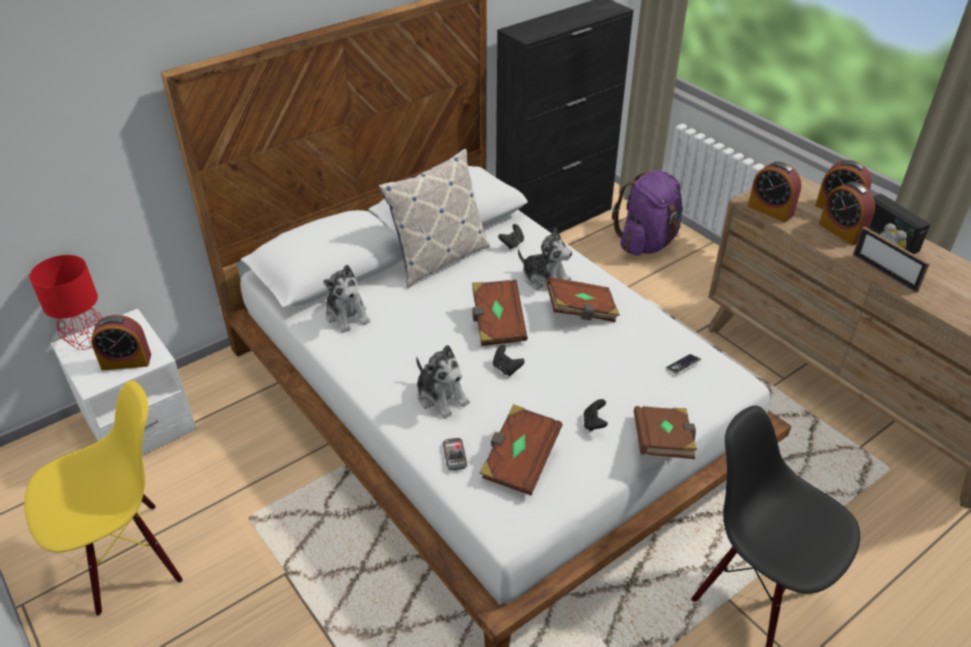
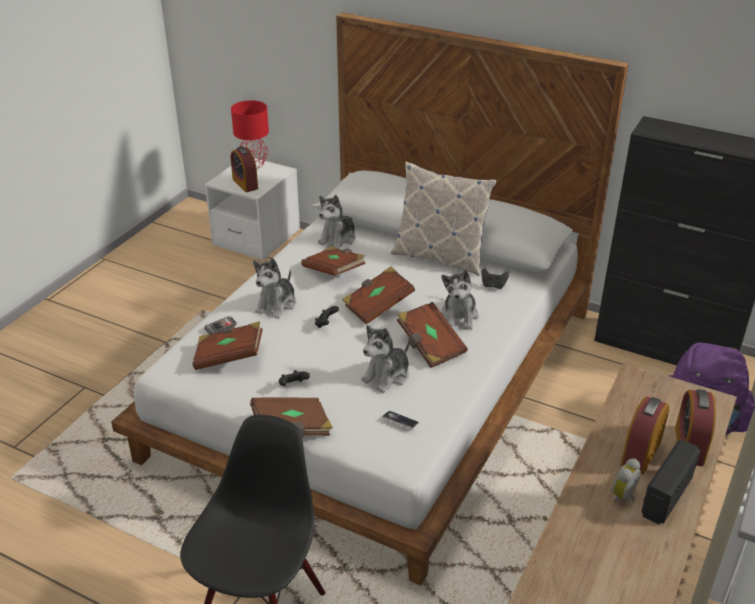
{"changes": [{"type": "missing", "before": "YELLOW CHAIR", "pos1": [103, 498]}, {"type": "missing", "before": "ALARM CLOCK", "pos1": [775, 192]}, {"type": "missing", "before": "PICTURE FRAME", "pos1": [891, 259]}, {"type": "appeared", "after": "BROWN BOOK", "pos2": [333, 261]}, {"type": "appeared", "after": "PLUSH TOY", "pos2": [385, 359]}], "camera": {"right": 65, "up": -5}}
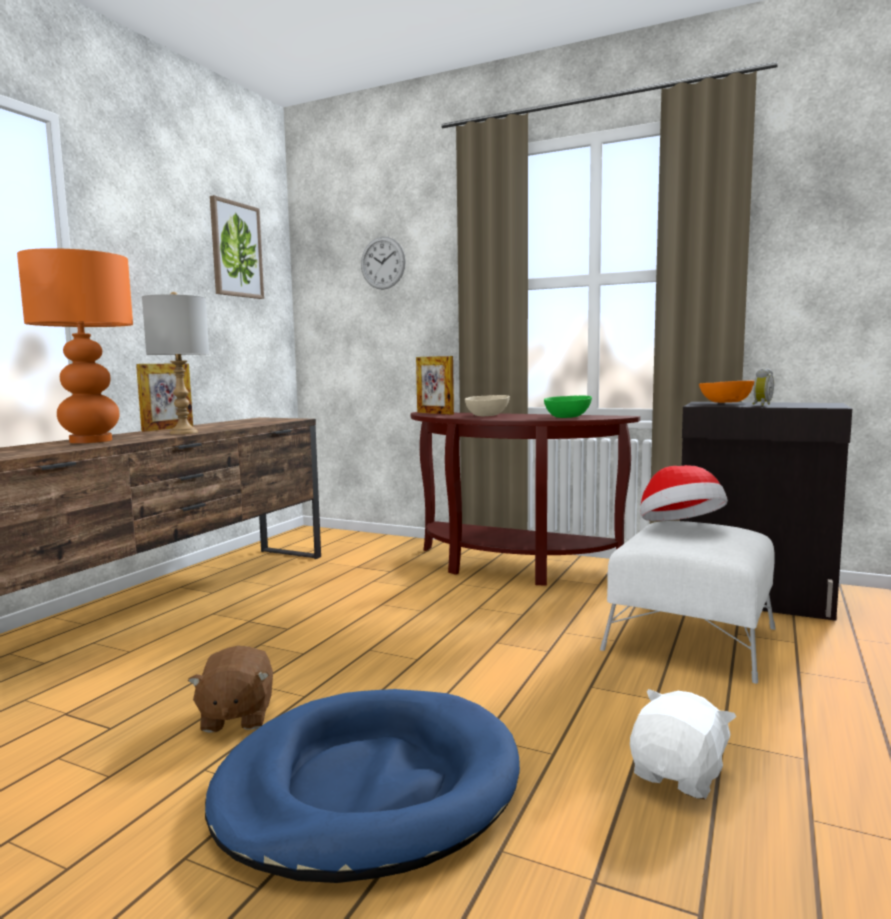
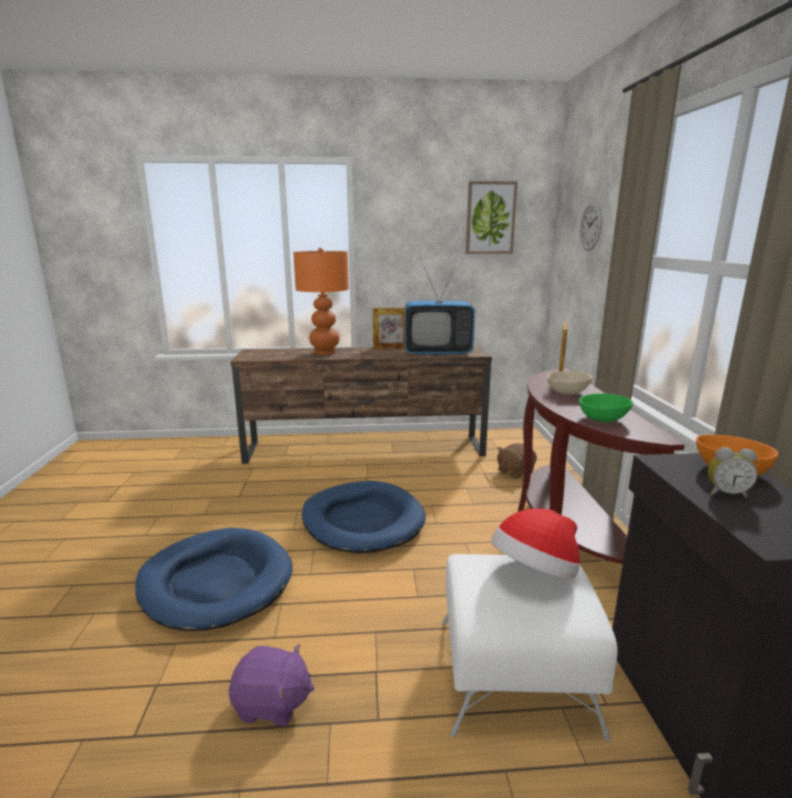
{"changes": [{"type": "missing", "before": "GREY TABLE LAMP", "pos1": [175, 363]}, {"type": "appeared", "after": "BLUE DOG BED", "pos2": [364, 517]}, {"type": "appeared", "after": "TELEVISION", "pos2": [440, 311]}, {"type": "relocated", "before": "BROWN PLUSH TOY", "pos1": [230, 689], "pos2": [517, 461]}, {"type": "colour", "before": "WHITE PLUSH TOY", "after": "PURPLE PLUSH TOY", "pos1": [683, 744], "pos2": [271, 685]}], "camera": {"right": 60, "up": 10}}
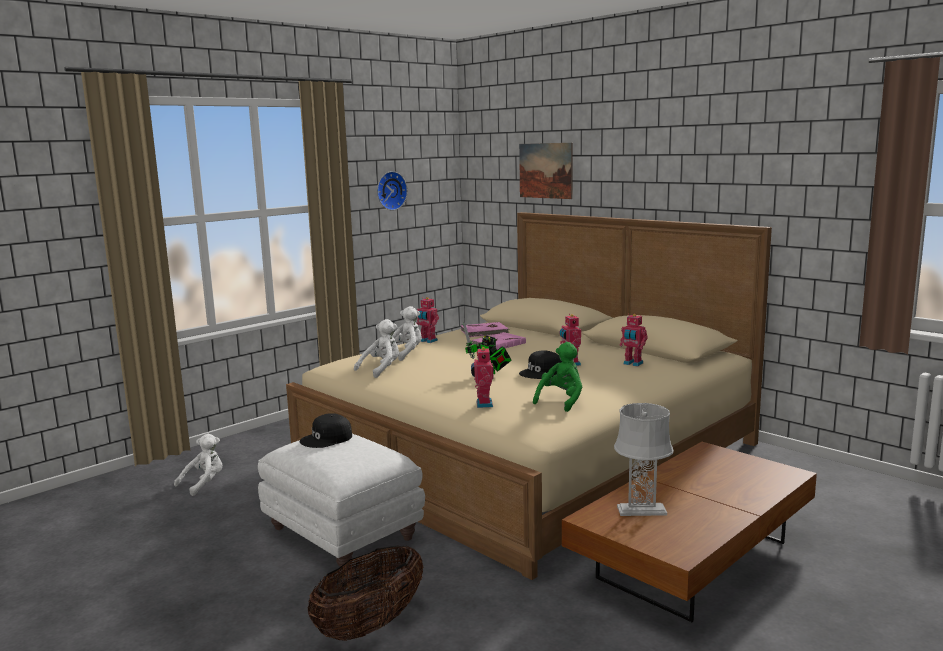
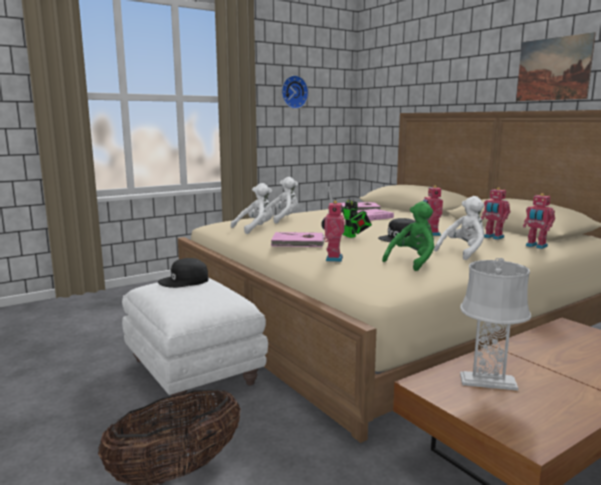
{"changes": [{"type": "appeared", "after": "PINK BOOK", "pos2": [297, 239]}, {"type": "relocated", "before": "WHITE PLUSH TOY", "pos1": [198, 465], "pos2": [459, 228]}, {"type": "relocated", "before": "TOY ROBOT", "pos1": [428, 320], "pos2": [539, 221]}, {"type": "relocated", "before": "PICTURE", "pos1": [546, 171], "pos2": [556, 66]}], "camera": {"right": 10, "up": 0}}
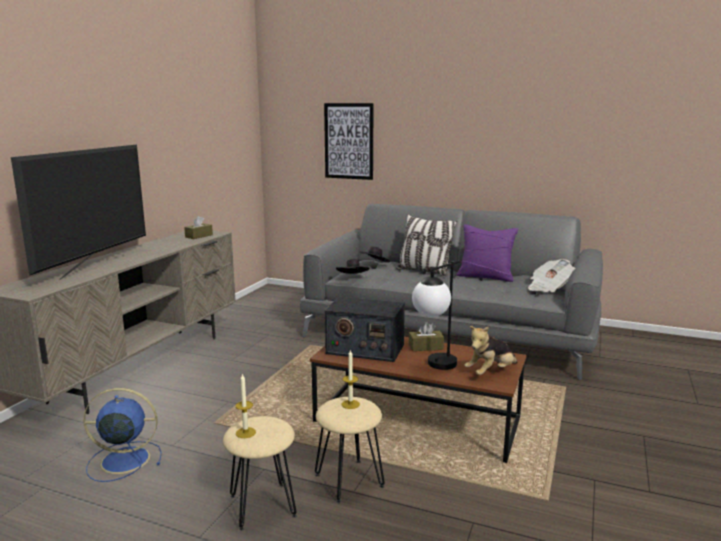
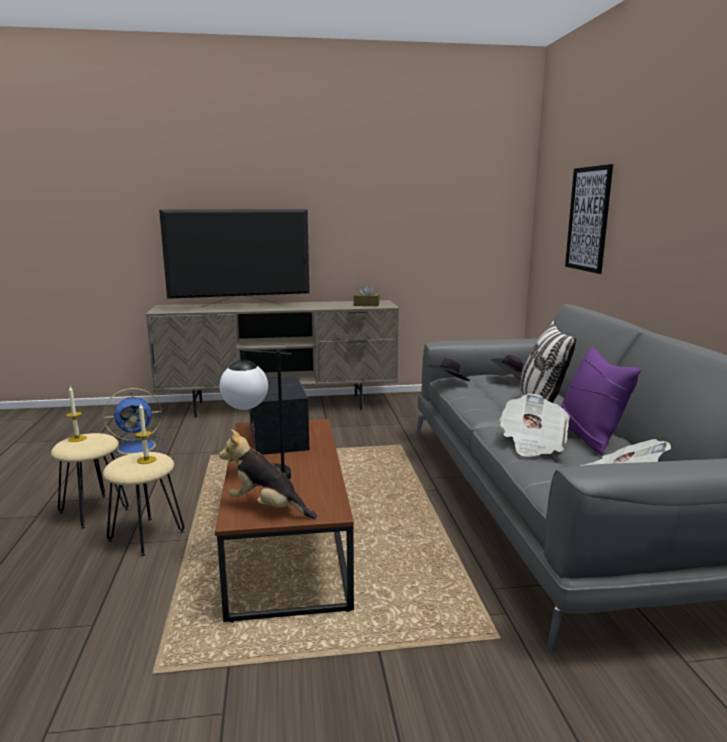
{"changes": [{"type": "missing", "before": "BROWN TISSUE BOX", "pos1": [426, 336]}, {"type": "appeared", "after": "NEWSPAPER", "pos2": [534, 425]}, {"type": "spun", "before": "BLUE FAN", "pos1": [122, 435], "pos2": [134, 422], "turn": 105}], "camera": {"right": 60, "up": 0}}
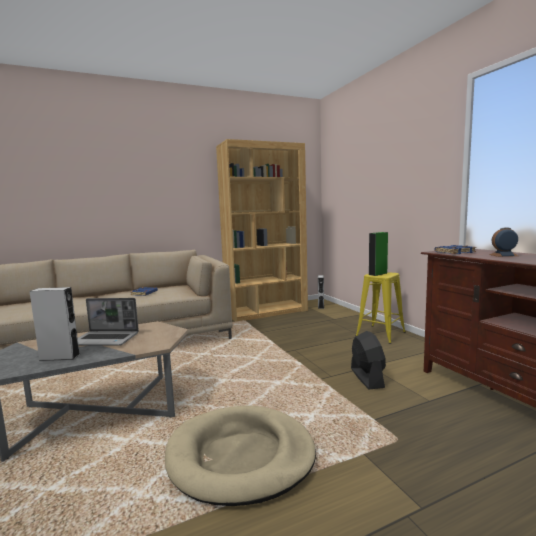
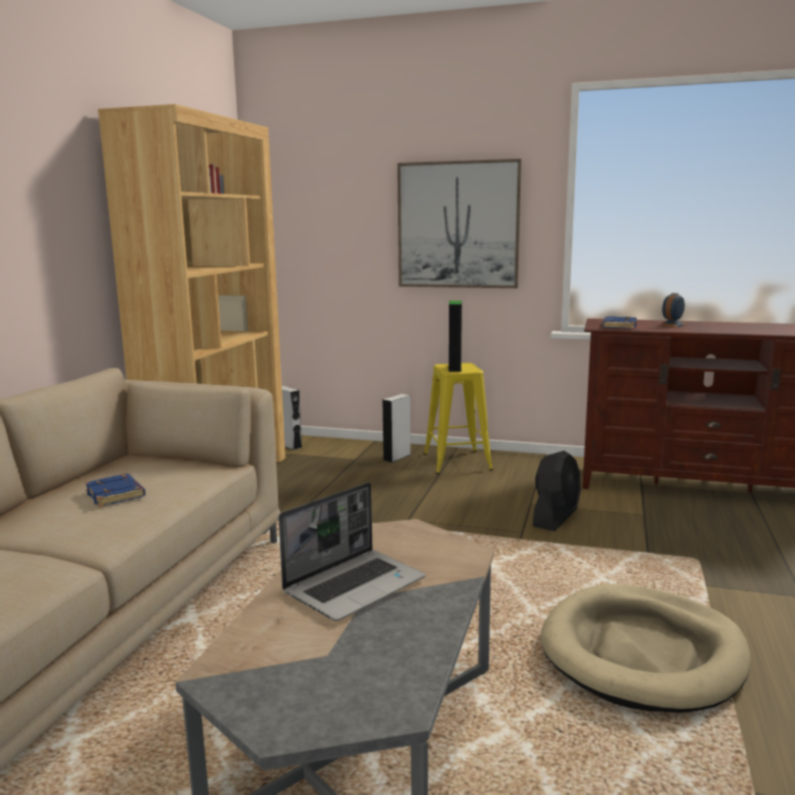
{"changes": [{"type": "appeared", "after": "PICTURE", "pos2": [459, 223]}, {"type": "relocated", "before": "GREY SPEAKER", "pos1": [54, 324], "pos2": [396, 428]}, {"type": "spun", "before": "BLACK FAN", "pos1": [368, 360], "pos2": [556, 491], "turn": 90}], "camera": {"right": -50, "up": 5}}
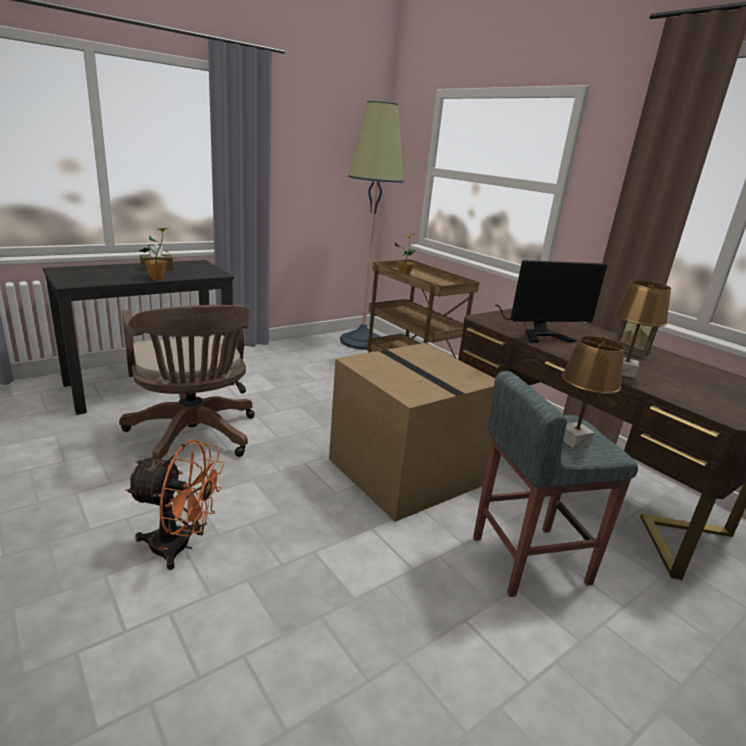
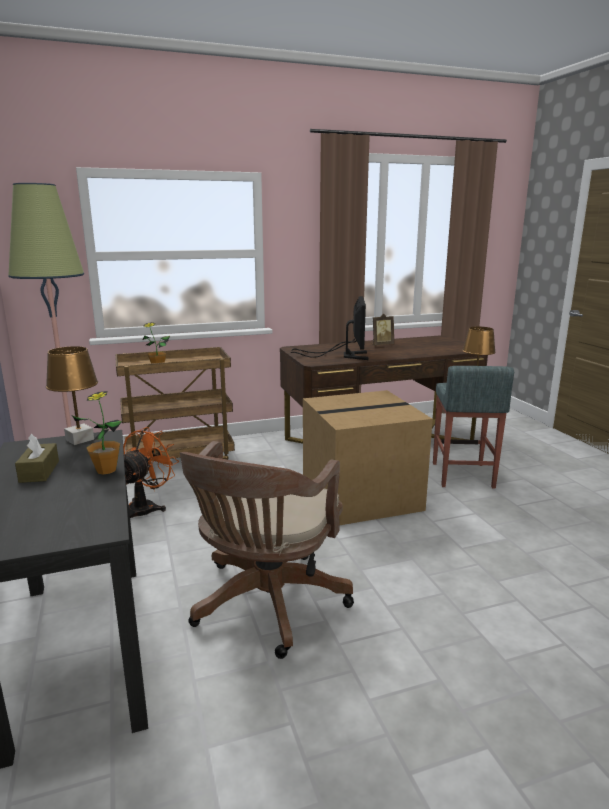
{"changes": [{"type": "relocated", "before": "ORANGE FAN", "pos1": [175, 504], "pos2": [151, 472]}, {"type": "relocated", "before": "BROWN TABLE LAMP", "pos1": [643, 329], "pos2": [72, 395]}, {"type": "spun", "before": "BROWN OFFICE CHAIR", "pos1": [187, 382], "pos2": [267, 550], "turn": 120}], "camera": {"right": -70, "up": -5}}
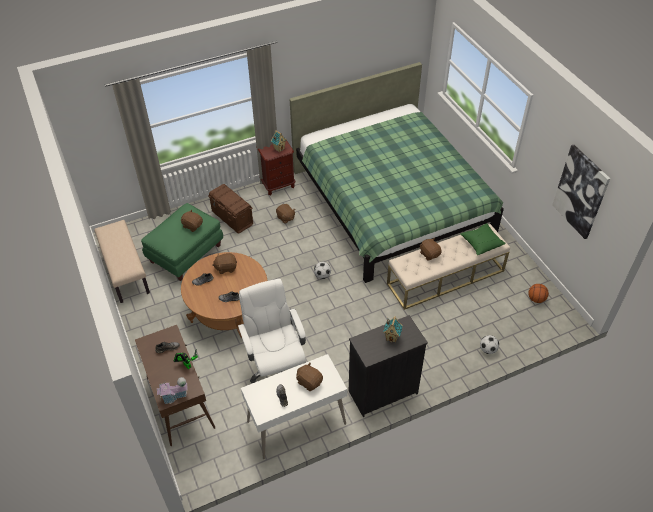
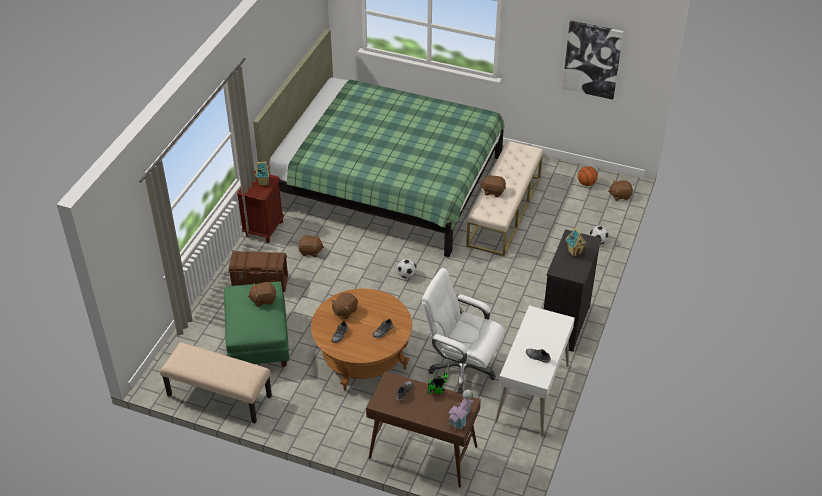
{"changes": [{"type": "missing", "before": "GREEN PILLOW", "pos1": [483, 239]}, {"type": "relocated", "before": "BROWN PLUSH TOY", "pos1": [309, 377], "pos2": [620, 190]}], "camera": {"right": -45, "up": -5}}
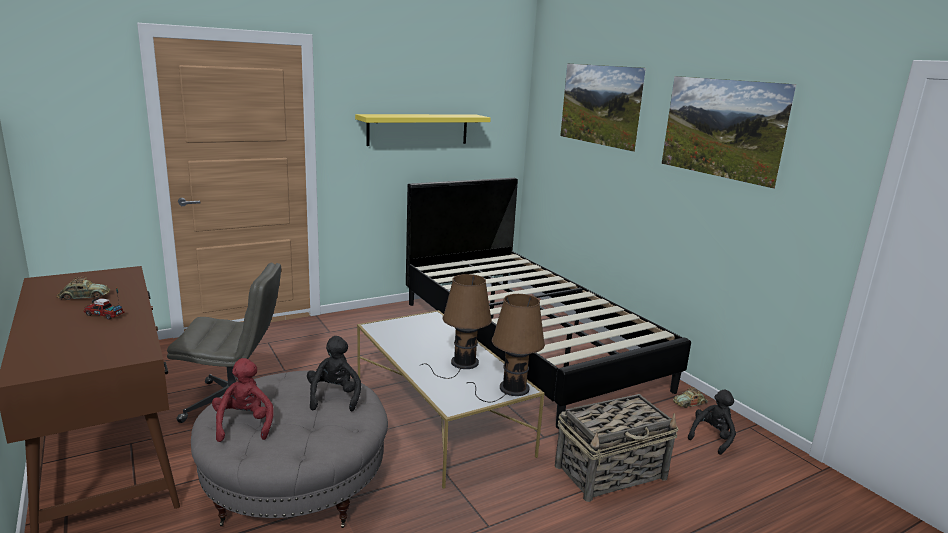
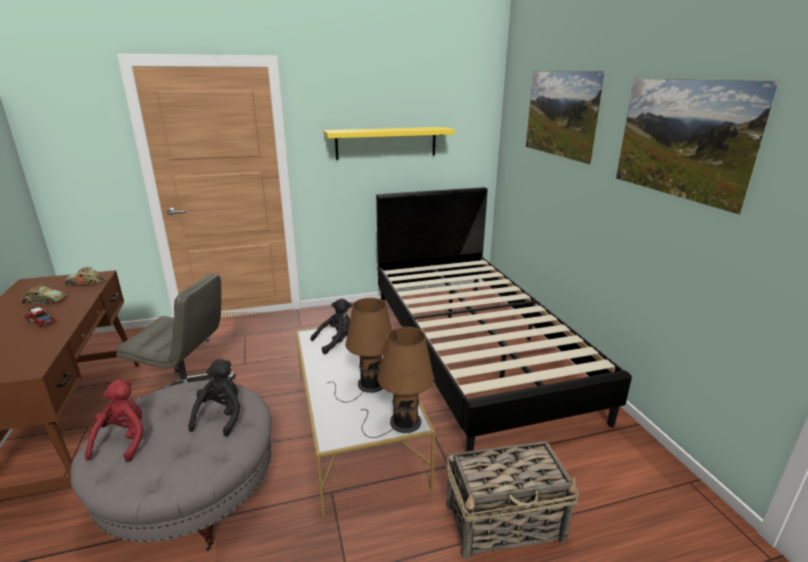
{"changes": [{"type": "relocated", "before": "TOY CAR", "pos1": [690, 397], "pos2": [85, 276]}, {"type": "relocated", "before": "BLACK PLUSH TOY", "pos1": [712, 422], "pos2": [331, 326]}], "camera": {"right": 15, "up": 5}}
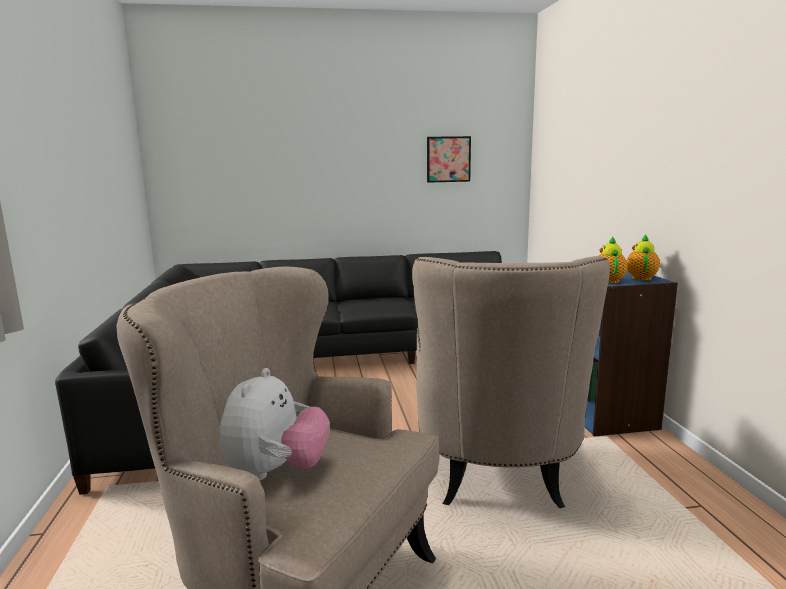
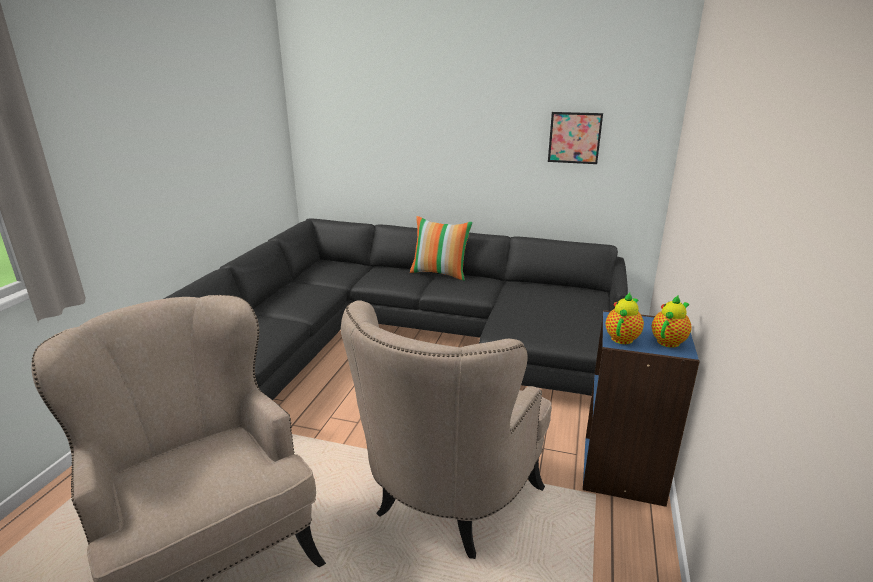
{"changes": [{"type": "missing", "before": "PLUSH TOY", "pos1": [274, 424]}, {"type": "appeared", "after": "PILLOW", "pos2": [441, 248]}], "camera": {"right": 25, "up": 10}}
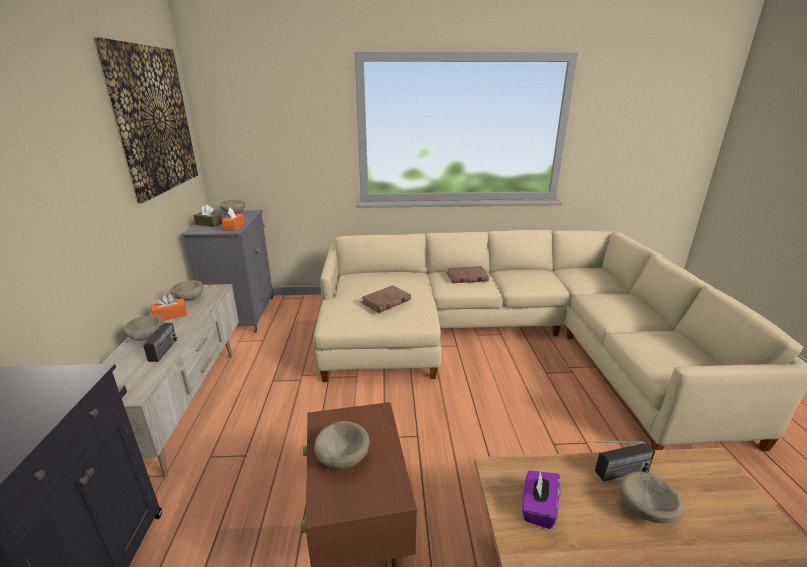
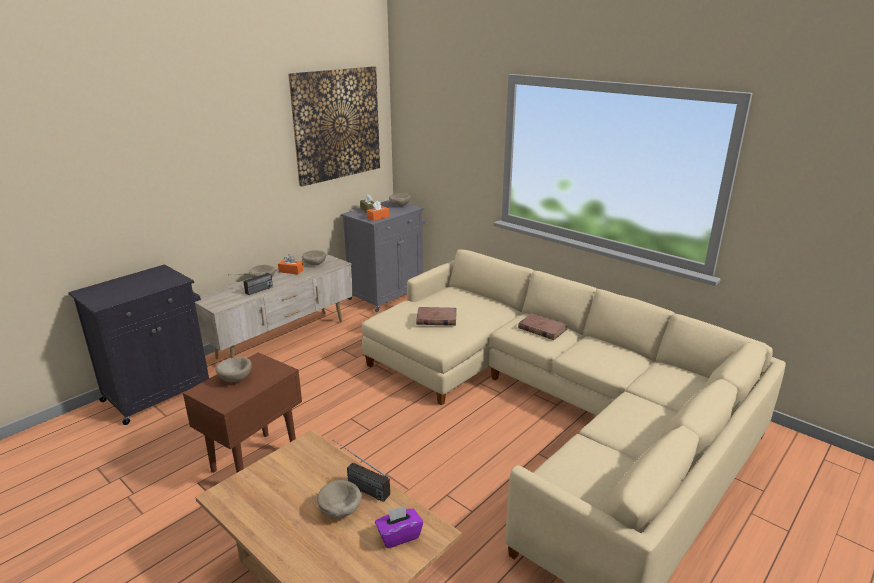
{"changes": [{"type": "relocated", "before": "PURPLE TISSUE BOX", "pos1": [541, 500], "pos2": [399, 526]}], "camera": {"right": 45, "up": 0}}
